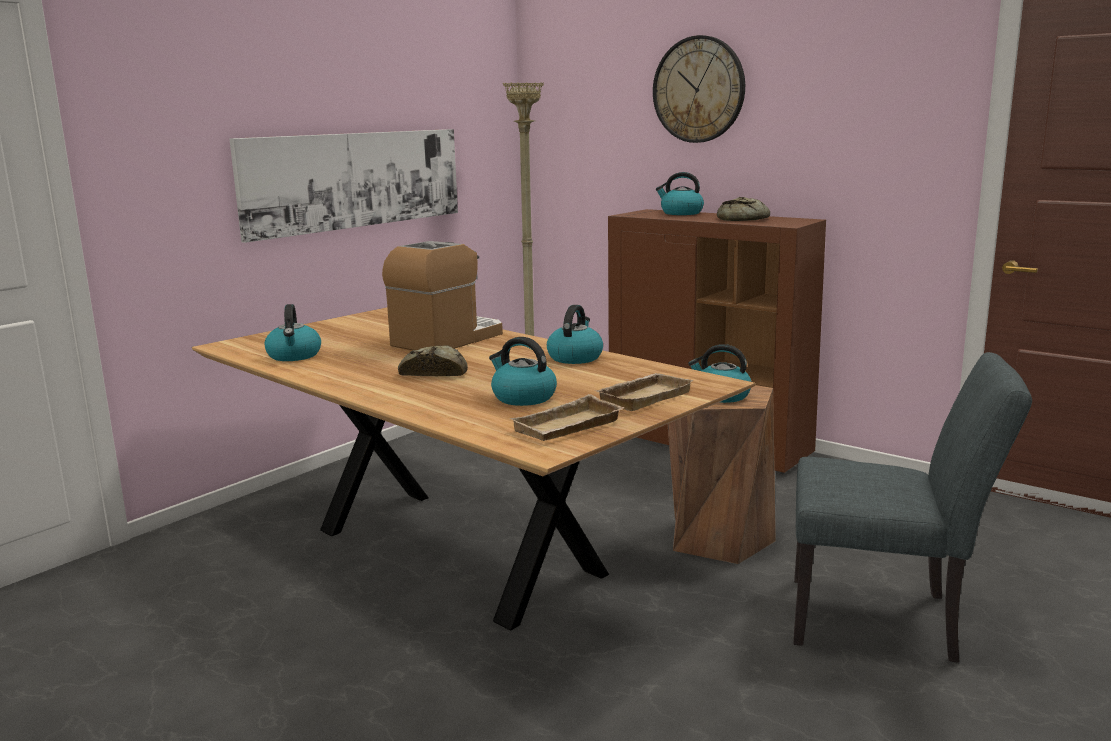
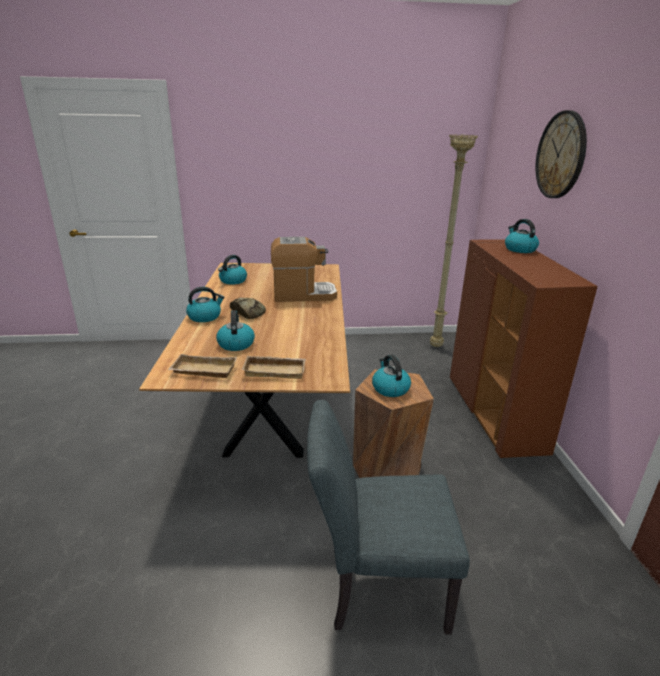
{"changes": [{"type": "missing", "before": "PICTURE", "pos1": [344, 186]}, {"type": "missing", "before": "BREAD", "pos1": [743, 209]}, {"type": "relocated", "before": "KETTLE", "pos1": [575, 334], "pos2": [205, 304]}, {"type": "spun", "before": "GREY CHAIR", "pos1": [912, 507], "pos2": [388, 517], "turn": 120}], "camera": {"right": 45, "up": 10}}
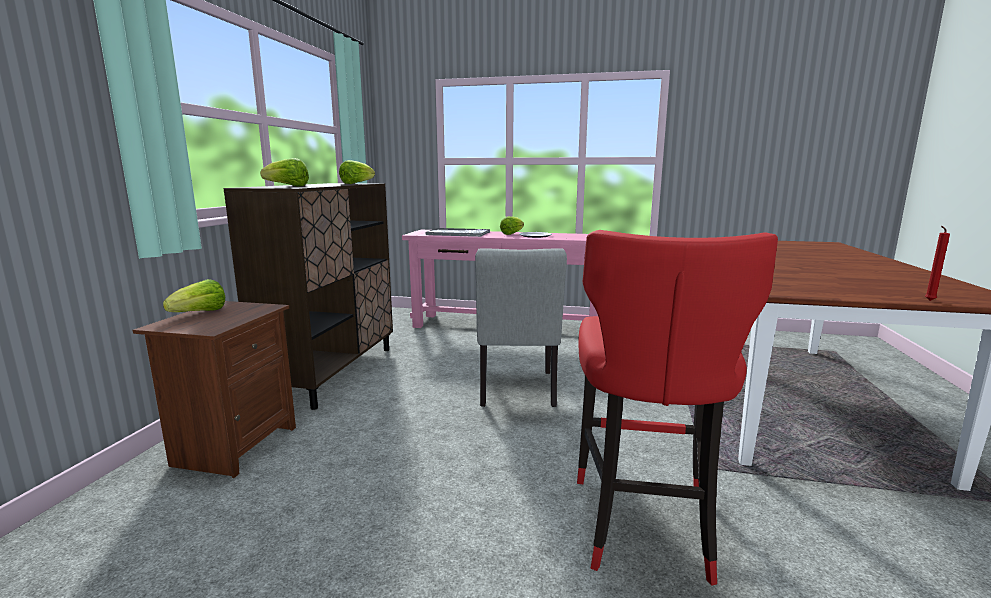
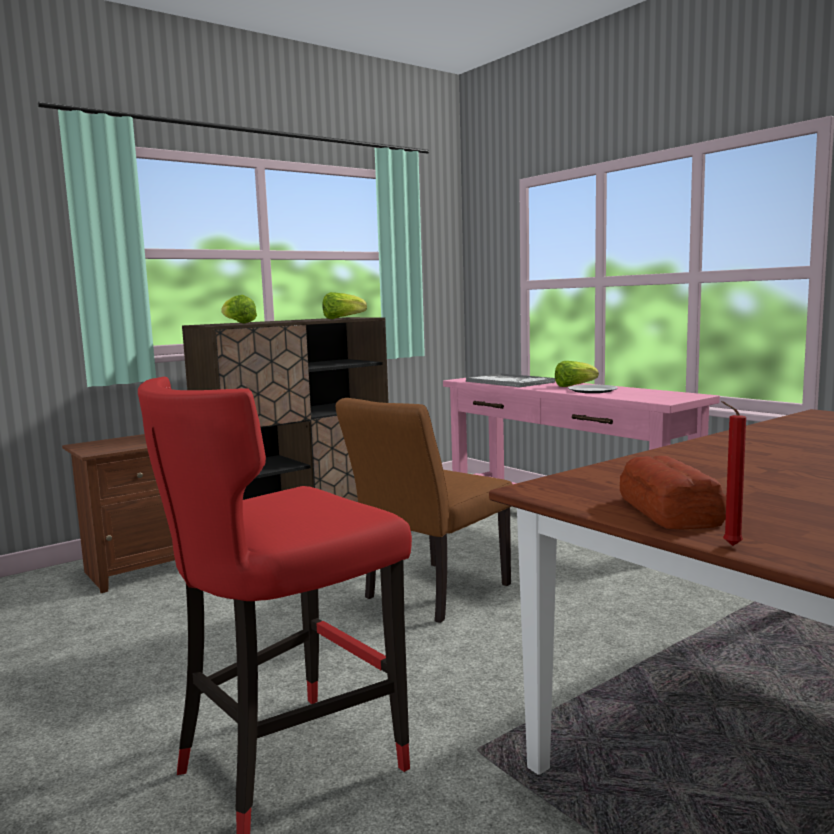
{"changes": [{"type": "missing", "before": "LETTUCE", "pos1": [194, 295]}, {"type": "appeared", "after": "BREAD", "pos2": [673, 492]}, {"type": "colour", "before": "GREY CHAIR", "after": "BROWN CHAIR", "pos1": [521, 327], "pos2": [424, 510]}], "camera": {"right": 40, "up": -5}}
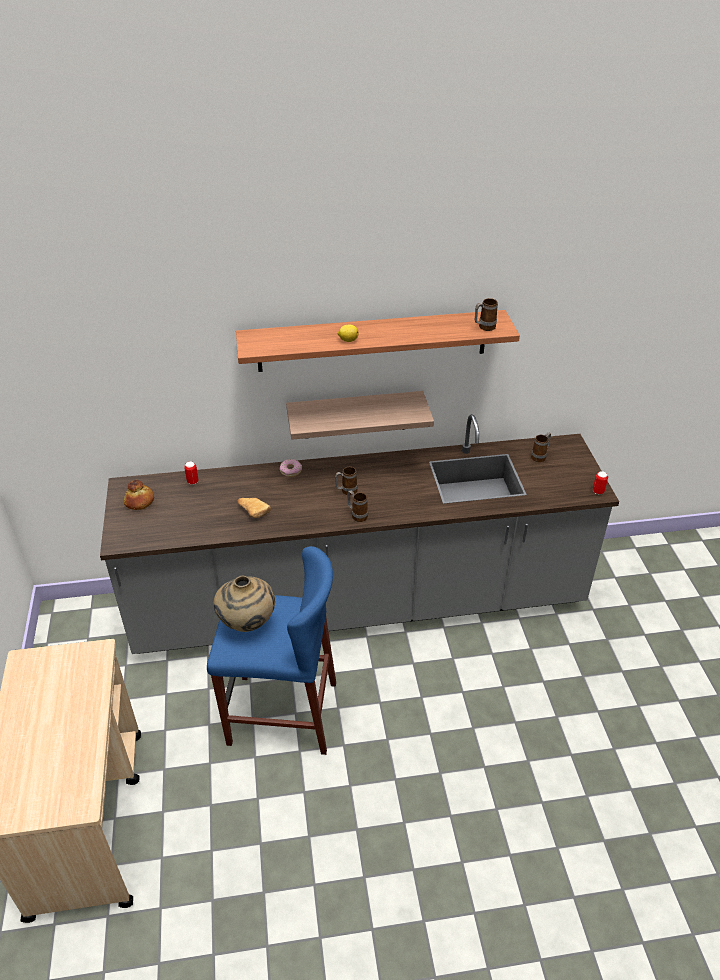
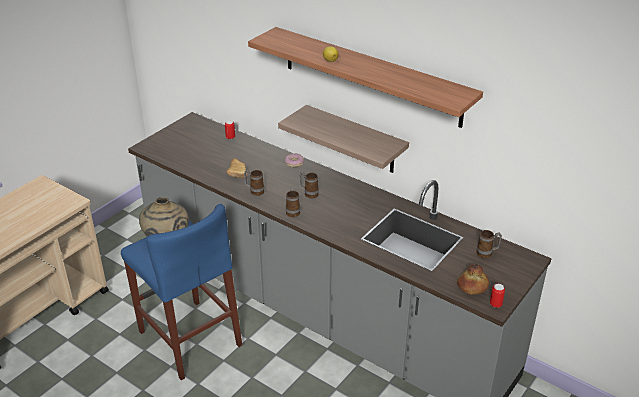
{"changes": [{"type": "relocated", "before": "BREAD", "pos1": [139, 495], "pos2": [473, 279]}, {"type": "relocated", "before": "MUG", "pos1": [486, 314], "pos2": [254, 183]}], "camera": {"right": 45, "up": -5}}
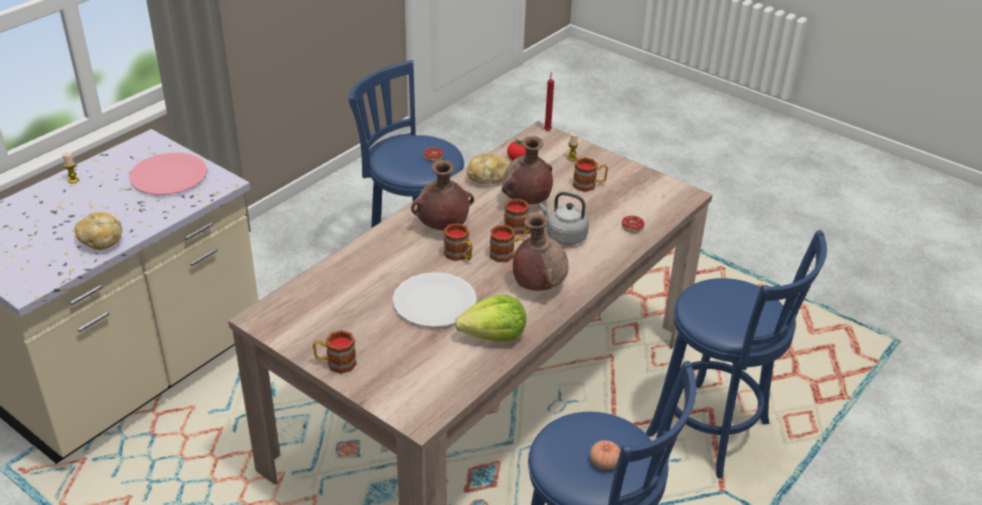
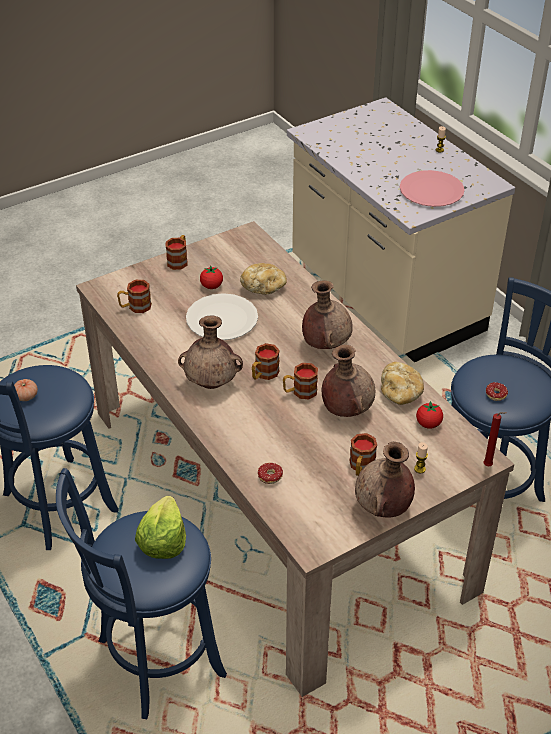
{"changes": [{"type": "missing", "before": "GREY KETTLE", "pos1": [564, 218]}, {"type": "appeared", "after": "TOMATO", "pos2": [211, 277]}, {"type": "appeared", "after": "BROWN VASE", "pos2": [385, 479]}, {"type": "relocated", "before": "BREAD", "pos1": [98, 231], "pos2": [263, 279]}, {"type": "relocated", "before": "MUG", "pos1": [458, 242], "pos2": [134, 296]}, {"type": "relocated", "before": "LETTUCE", "pos1": [490, 318], "pos2": [160, 527]}], "camera": {"right": 110, "up": 5}}
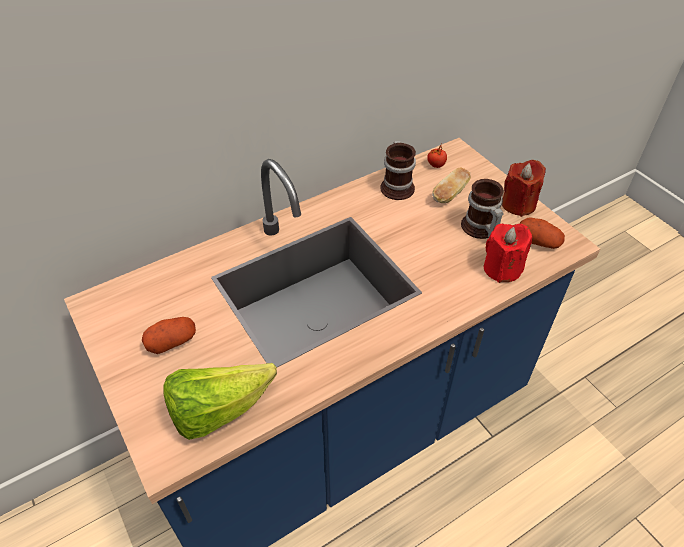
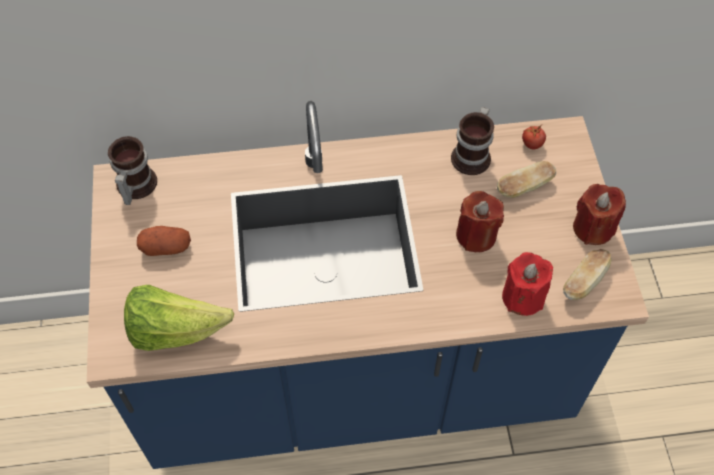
{"changes": [{"type": "appeared", "after": "RED CANDLE", "pos2": [480, 221]}, {"type": "relocated", "before": "MUG", "pos1": [482, 209], "pos2": [132, 170]}, {"type": "exchanged", "before": "POTATO", "after": "BREAD", "pos1": [542, 233], "pos2": [587, 274]}], "camera": {"right": 25, "up": 10}}
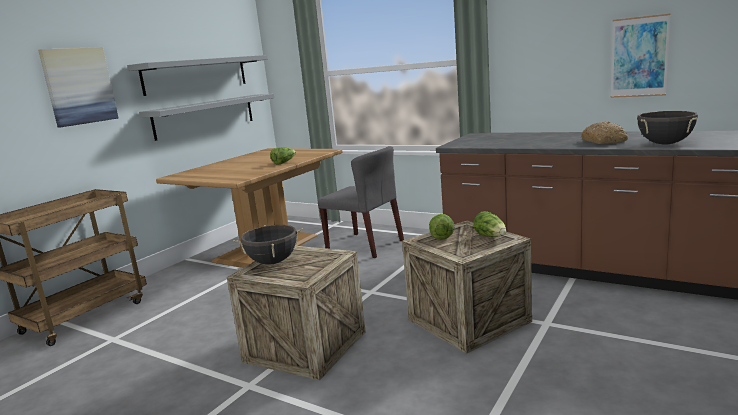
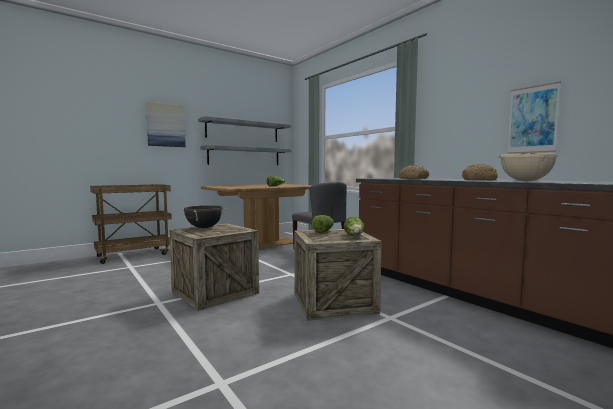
{"changes": [{"type": "appeared", "after": "BREAD", "pos2": [414, 172]}, {"type": "colour", "before": "BLACK COOKING POT", "after": "BEIGE COOKING POT", "pos1": [667, 128], "pos2": [528, 167]}], "camera": {"right": 20, "up": -10}}
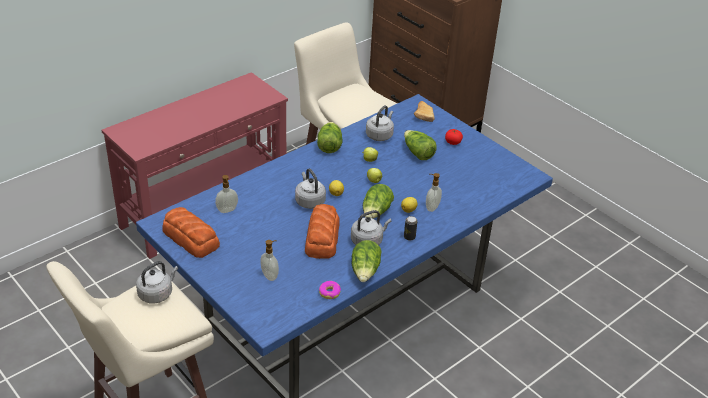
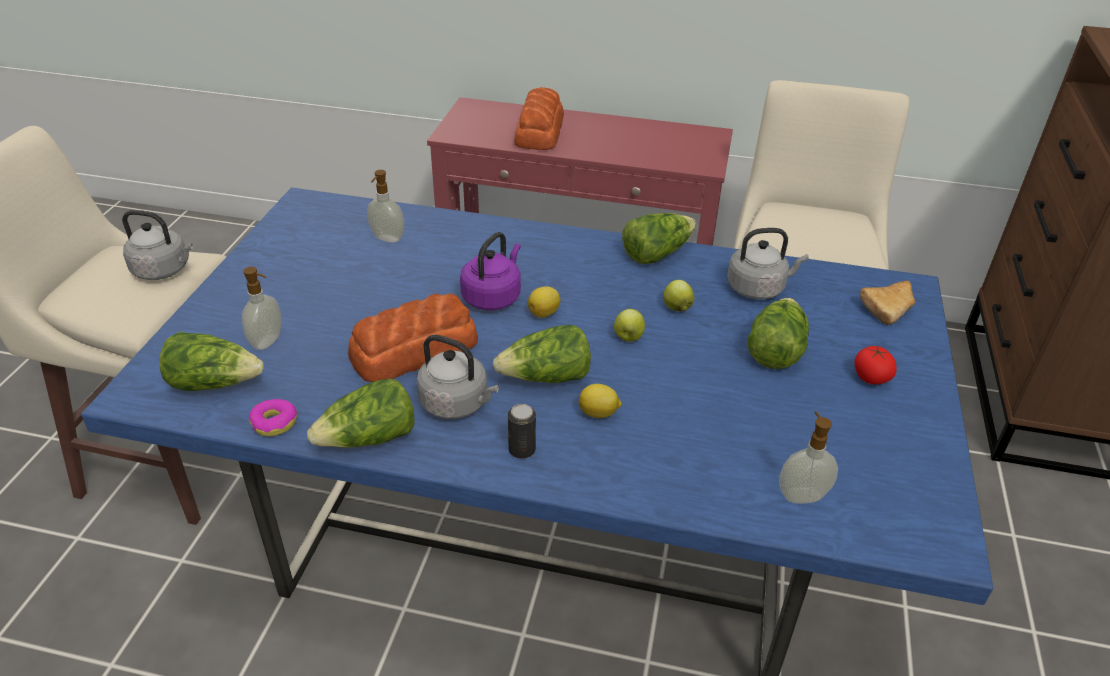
{"changes": [{"type": "appeared", "after": "LETTUCE", "pos2": [211, 361]}, {"type": "relocated", "before": "BREAD", "pos1": [191, 232], "pos2": [539, 118]}, {"type": "relocated", "before": "SOAP DISPENSER", "pos1": [434, 192], "pos2": [808, 458]}, {"type": "colour", "before": "GREY KETTLE", "after": "PURPLE KETTLE", "pos1": [310, 188], "pos2": [490, 271]}], "camera": {"right": 55, "up": 0}}
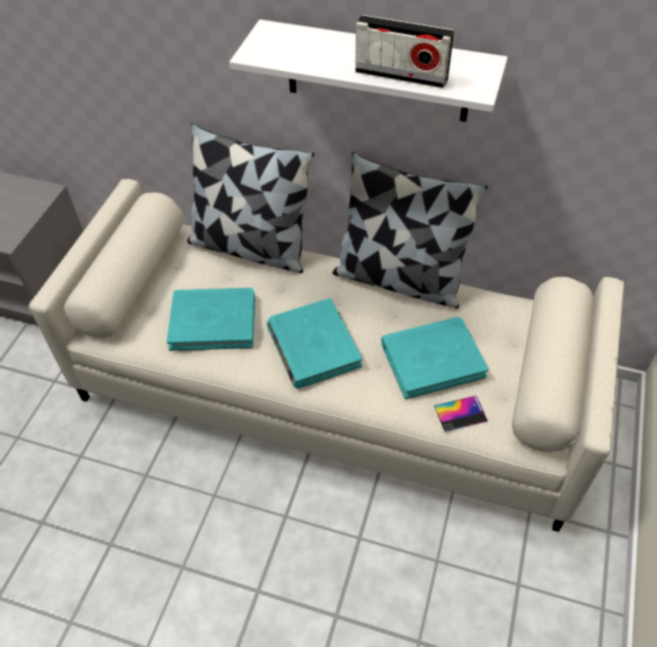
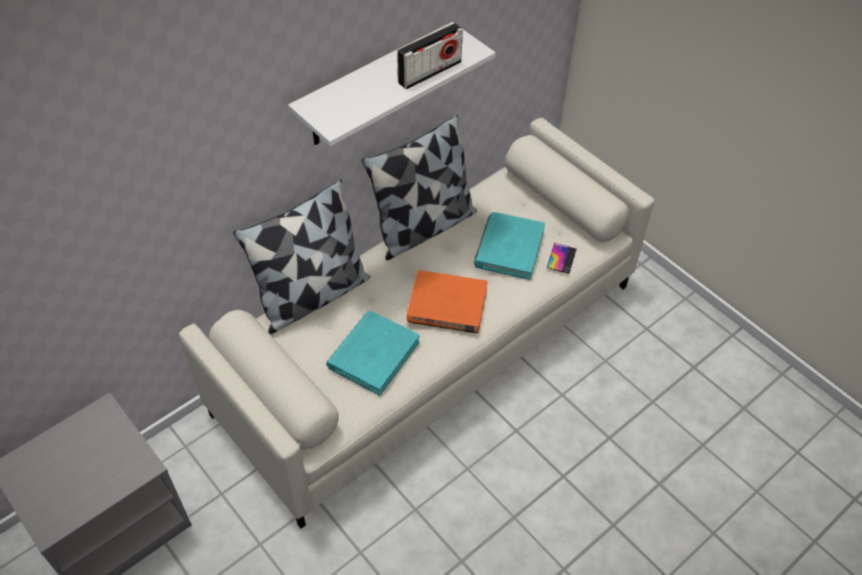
{"changes": [{"type": "colour", "before": "TURQUOISE BOOK", "after": "ORANGE BOOK", "pos1": [314, 343], "pos2": [447, 302]}], "camera": {"right": -60, "up": 0}}
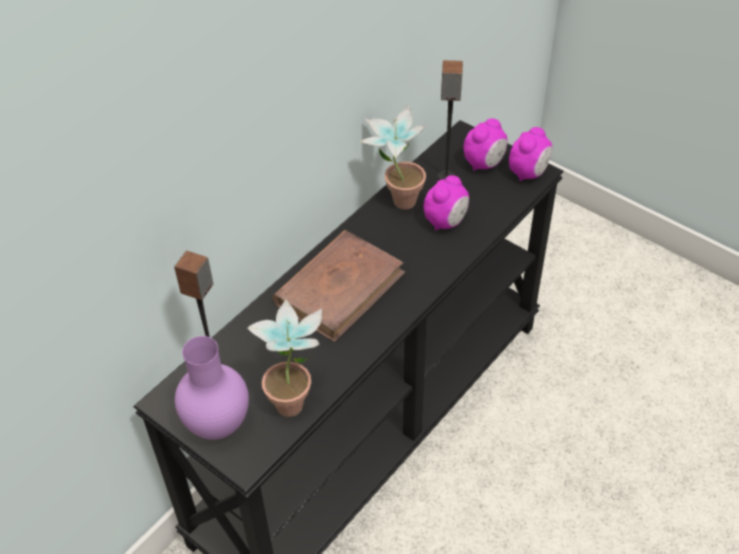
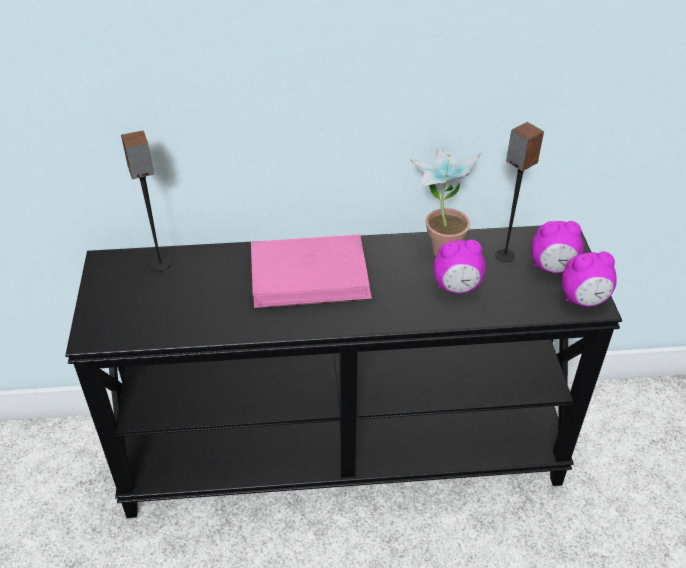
{"changes": [{"type": "missing", "before": "PURPLE VASE", "pos1": [212, 388]}, {"type": "missing", "before": "POTTED PLANT", "pos1": [284, 358]}, {"type": "colour", "before": "BROWN BOOK", "after": "PINK BOOK", "pos1": [339, 286], "pos2": [311, 271]}], "camera": {"right": 45, "up": -5}}
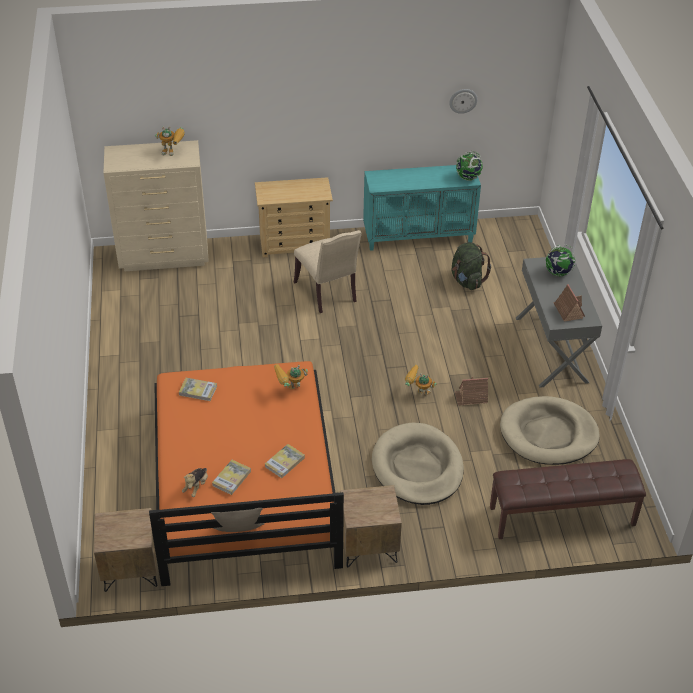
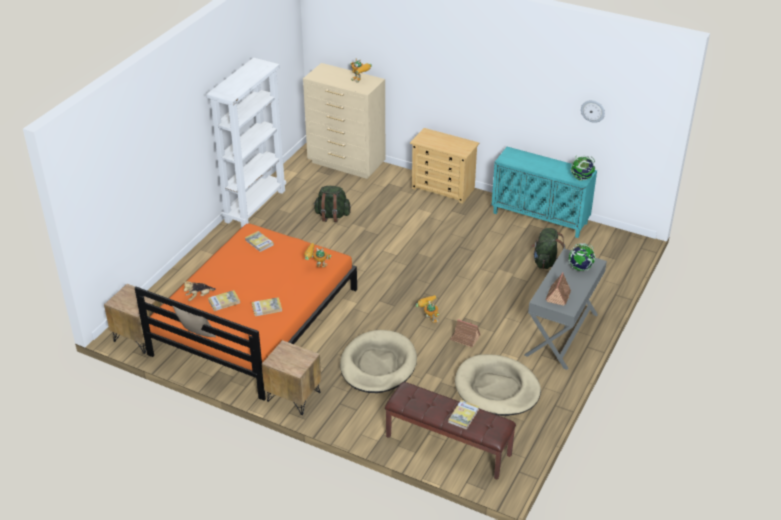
{"changes": [{"type": "missing", "before": "BEIGE CHAIR", "pos1": [328, 271]}, {"type": "appeared", "after": "WHITE BOOKCASE", "pos2": [246, 143]}, {"type": "appeared", "after": "GREEN BACKPACK", "pos2": [332, 204]}, {"type": "appeared", "after": "BOOK", "pos2": [463, 415]}], "camera": {"right": 35, "up": -5}}
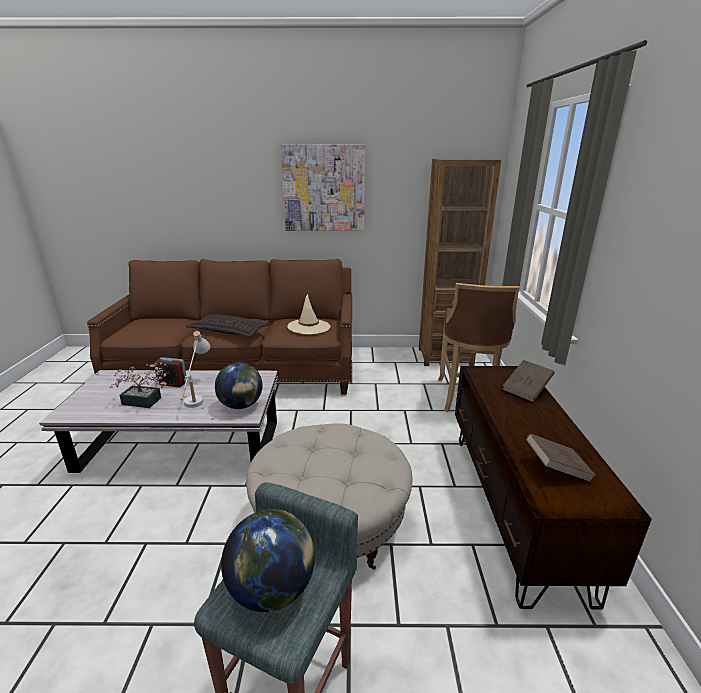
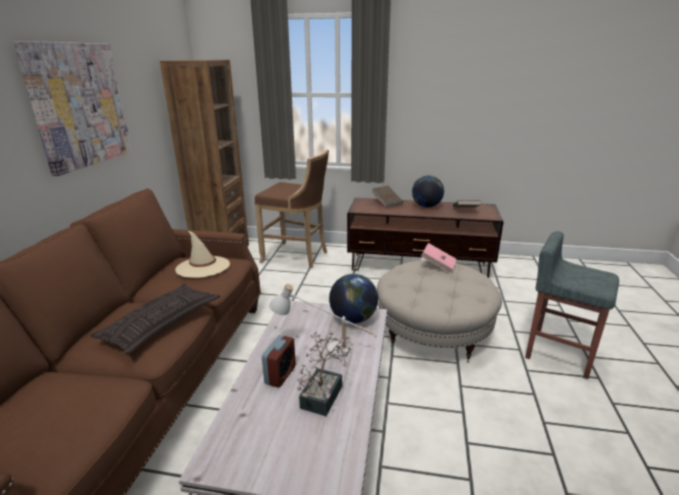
{"changes": [{"type": "appeared", "after": "PINK BOOK", "pos2": [438, 258]}, {"type": "relocated", "before": "GLOBE", "pos1": [268, 561], "pos2": [428, 191]}], "camera": {"right": -80, "up": 0}}
